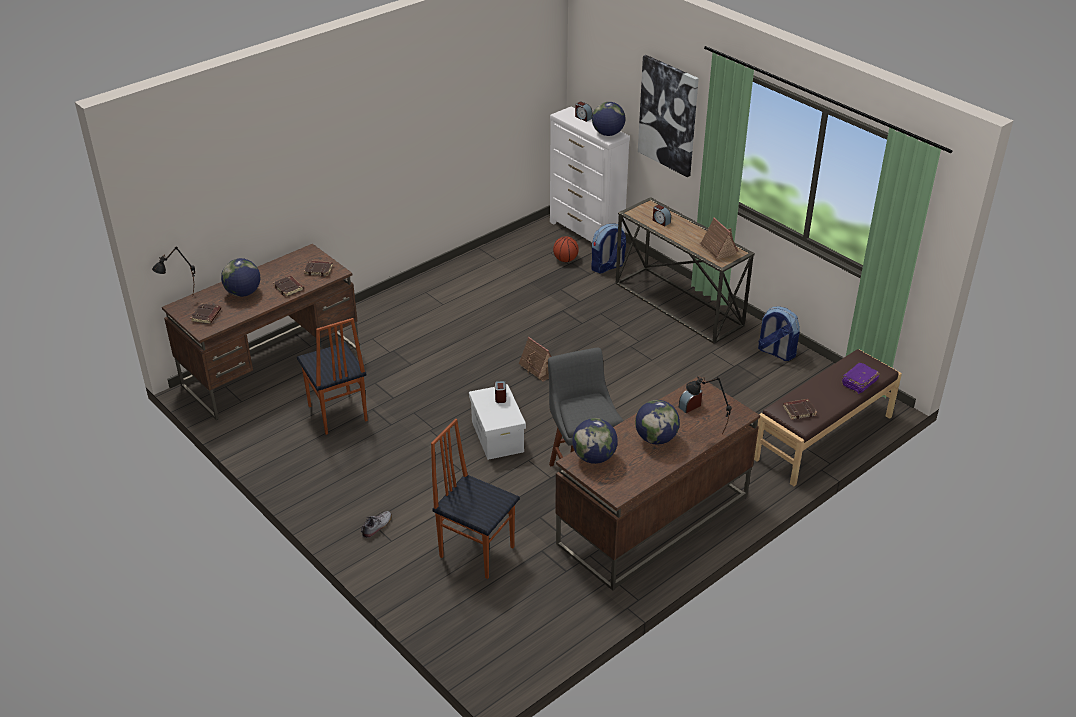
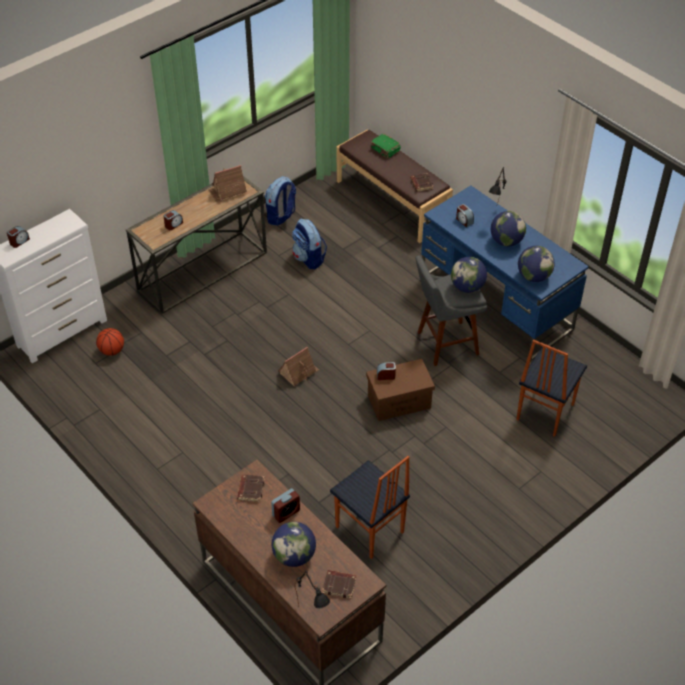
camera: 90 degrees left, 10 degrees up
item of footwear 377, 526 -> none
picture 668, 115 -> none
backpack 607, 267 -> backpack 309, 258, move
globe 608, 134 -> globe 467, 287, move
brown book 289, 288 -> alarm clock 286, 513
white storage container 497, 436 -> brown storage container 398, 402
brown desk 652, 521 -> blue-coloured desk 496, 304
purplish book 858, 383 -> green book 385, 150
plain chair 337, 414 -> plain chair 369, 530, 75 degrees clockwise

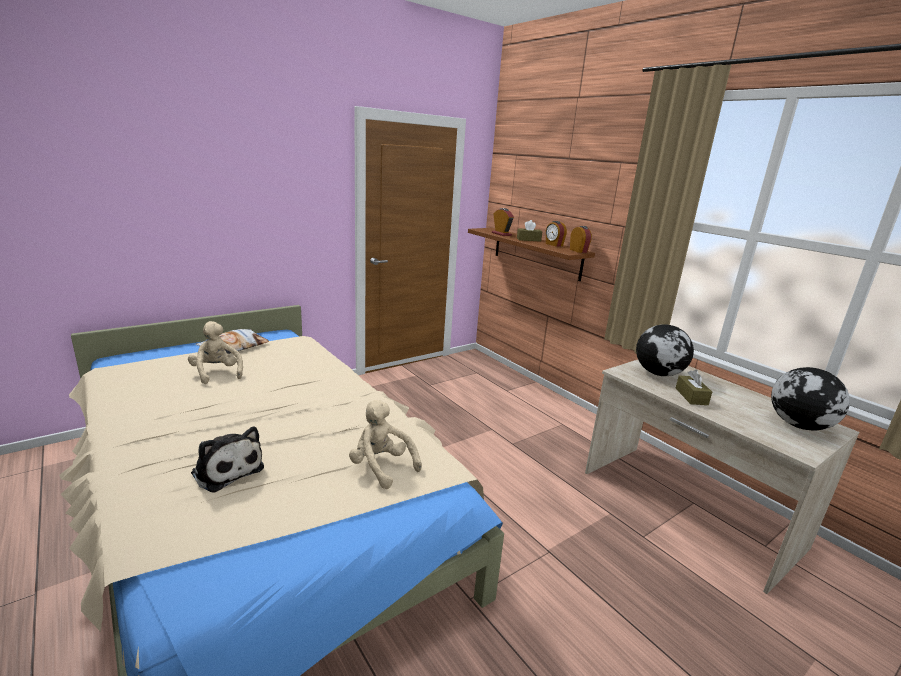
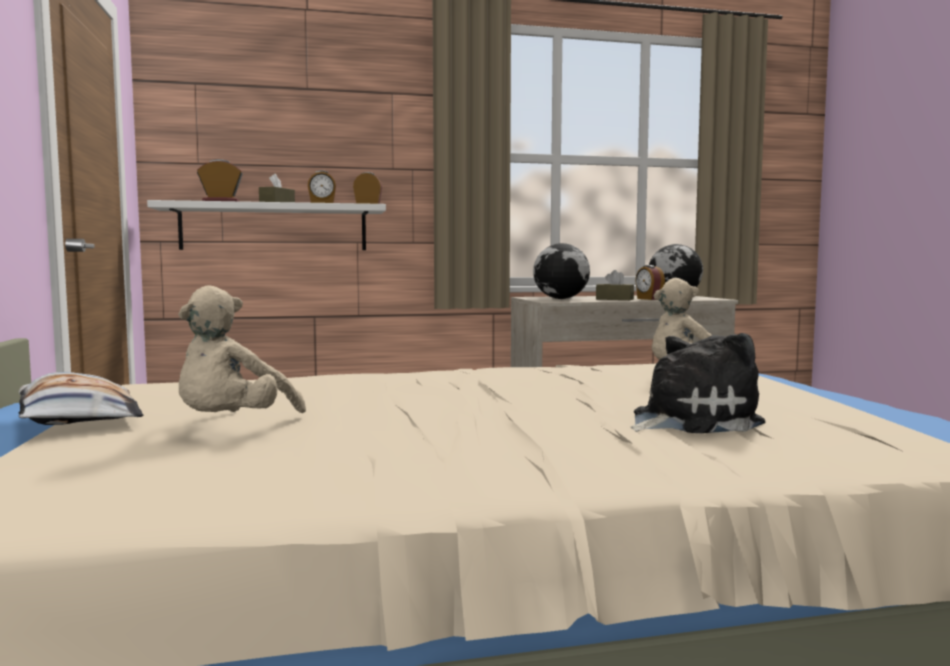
camera: 65 degrees left, 15 degrees down
none -> alarm clock 649, 299
brown wall shelf 536, 253 -> white wall shelf 274, 228
sand-coloured cuddly toy 217, 373 -> sand-coloured cuddly toy 233, 426, 60 degrees counterclockwise

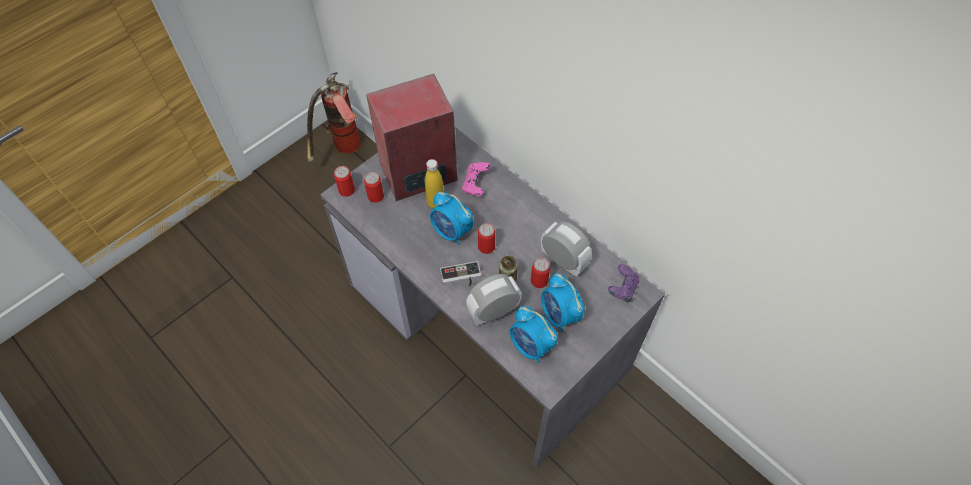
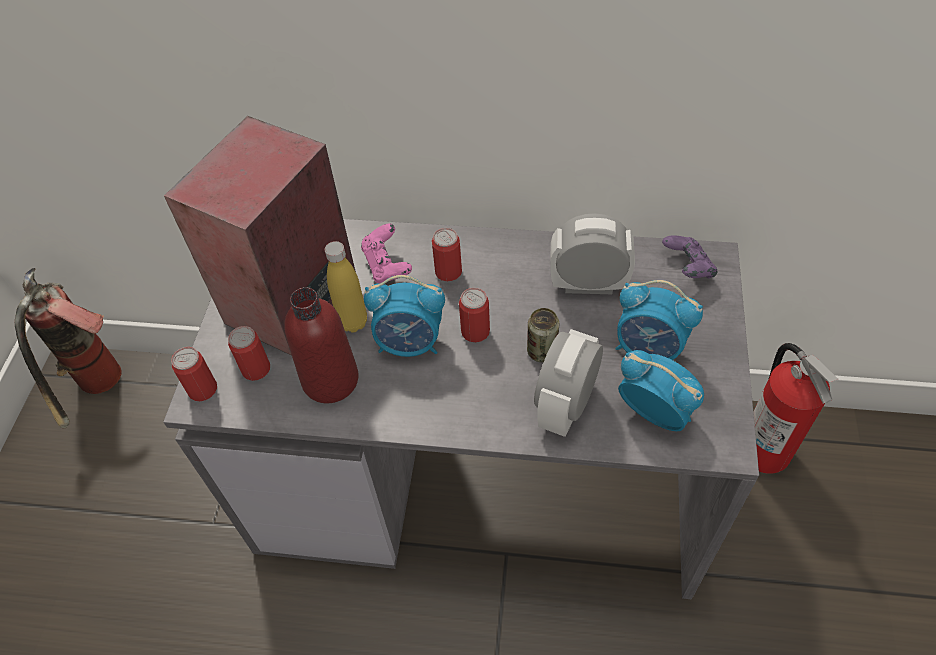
camera: 35 degrees left, 5 degrees down
game controller 461, 278 -> none
none -> reddish drink bottle 330, 380
none -> extinguisher 764, 449
can 539, 280 -> can 448, 271, move
alarm clock 531, 346 -> alarm clock 655, 412, 150 degrees counterclockwise

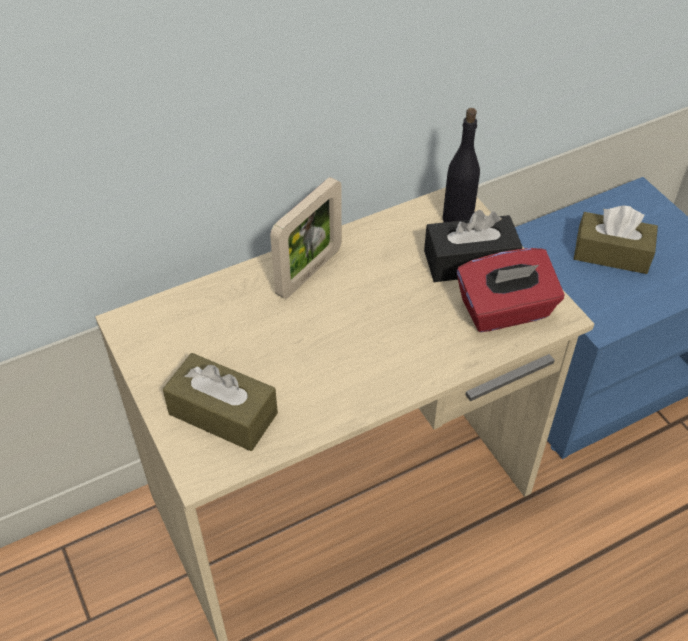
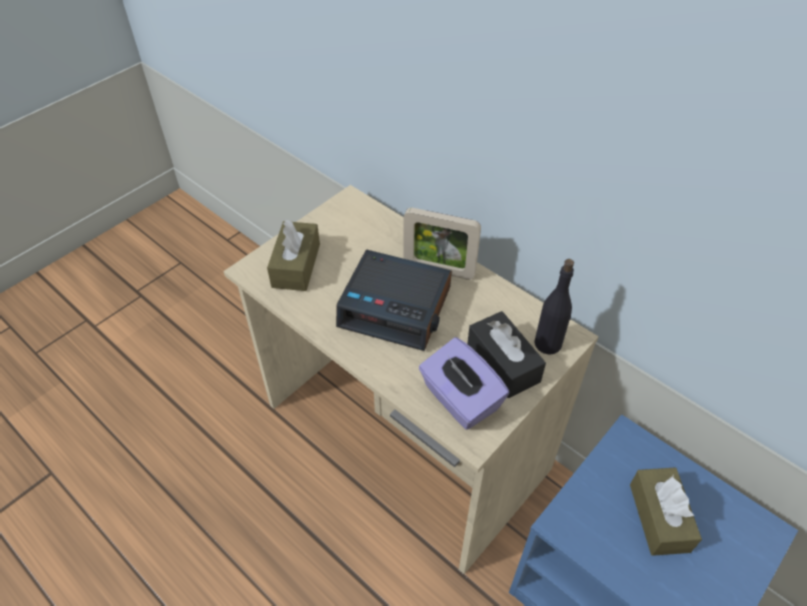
camera: 70 degrees right, 0 degrees up
none -> alarm clock 396, 307
reddish box of tissues 505, 311 -> purplish box of tissues 460, 399

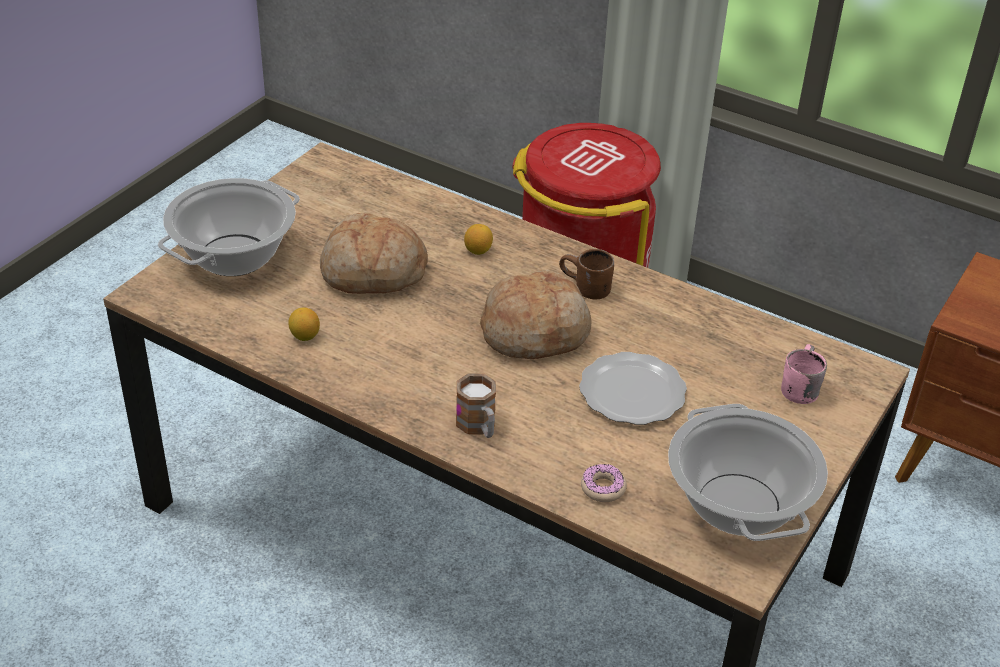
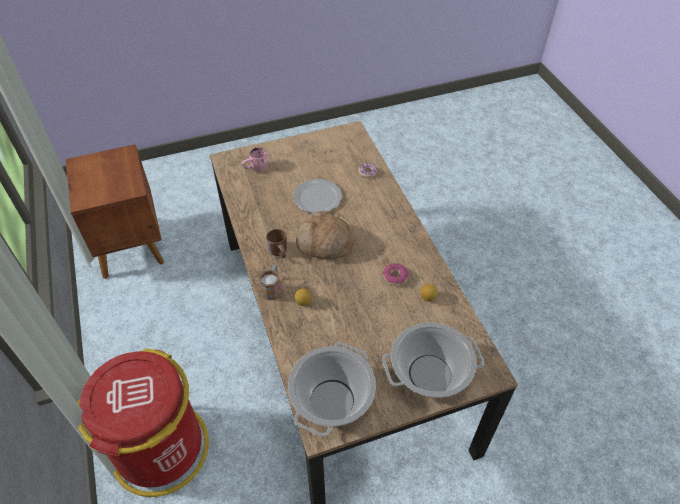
camera: 140 degrees left, 10 degrees up
bread 372, 272 -> none
none -> donut 395, 277
coffee mug 479, 426 -> coffee mug 272, 288, move
cooking pot 739, 505 -> cooking pot 332, 399, move

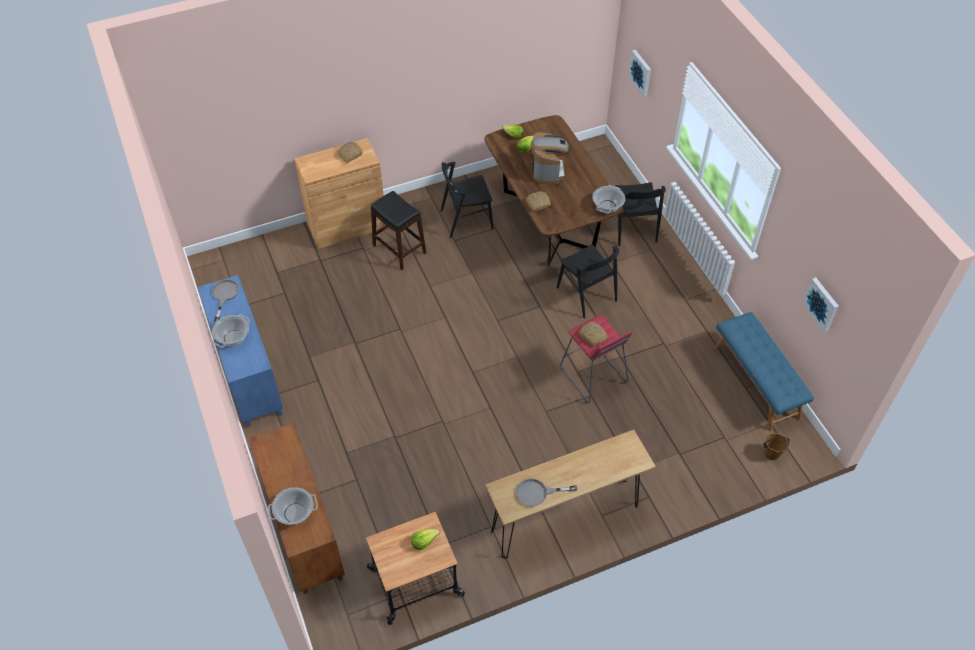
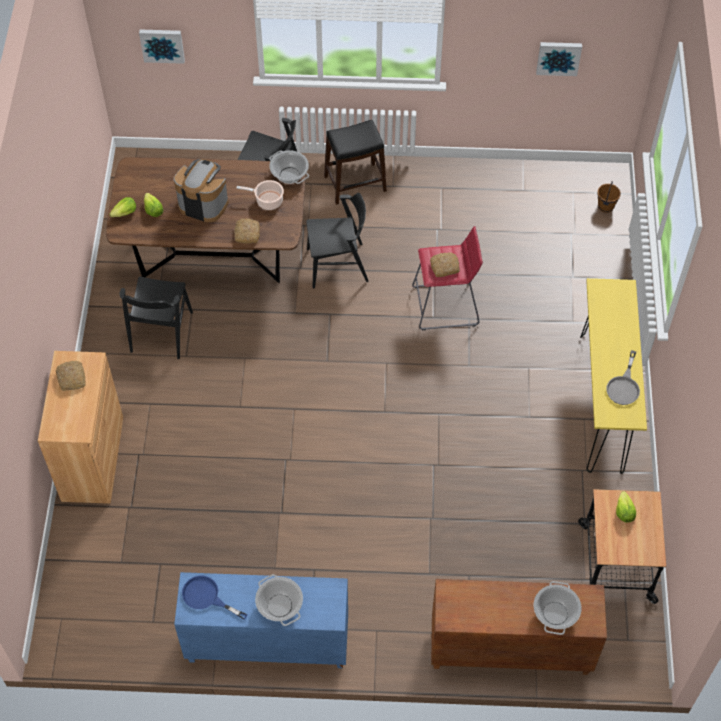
camera: 65 degrees left, 5 degrees up
blue-coloured long seat 756, 382 -> none
none -> cooking pot 267, 201
blackish sitting stool 399, 249 -> blackish sitting stool 354, 183, move
grey pan 224, 295 -> blue-coloured pan 206, 597
brown console table 565, 519 -> yellow console table 601, 402

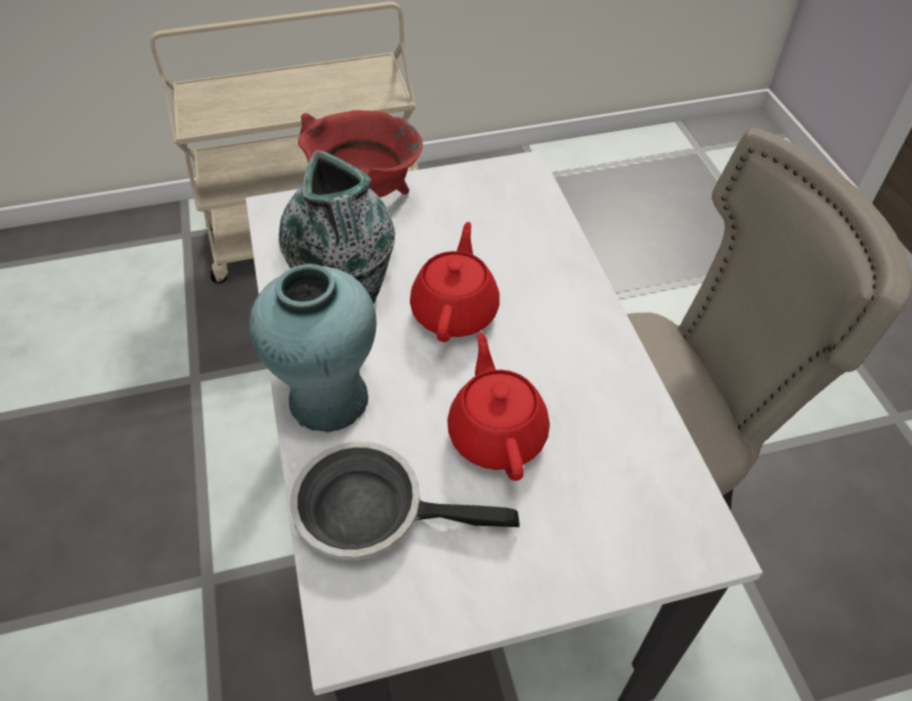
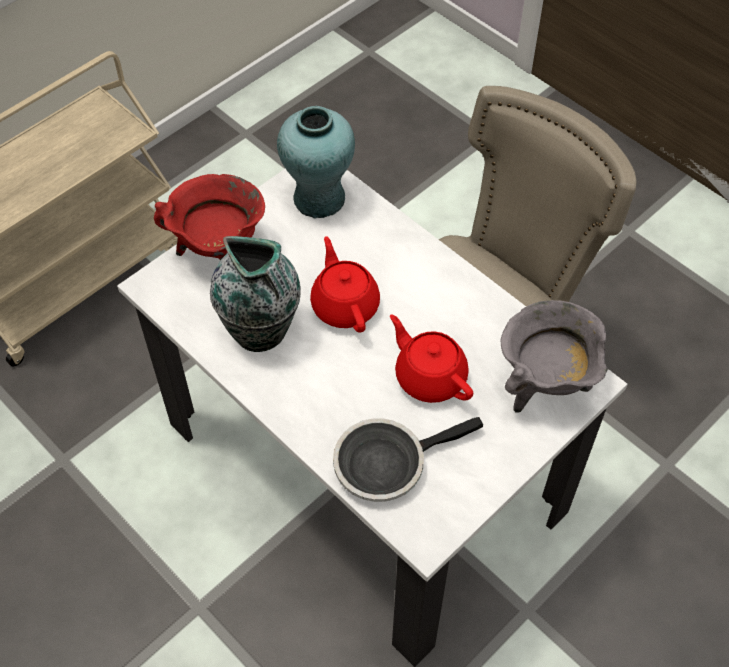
camera: 30 degrees left, 5 degrees up
none -> grey cooking pot 545, 384
blue-green vase 328, 399 -> blue-green vase 318, 198, move

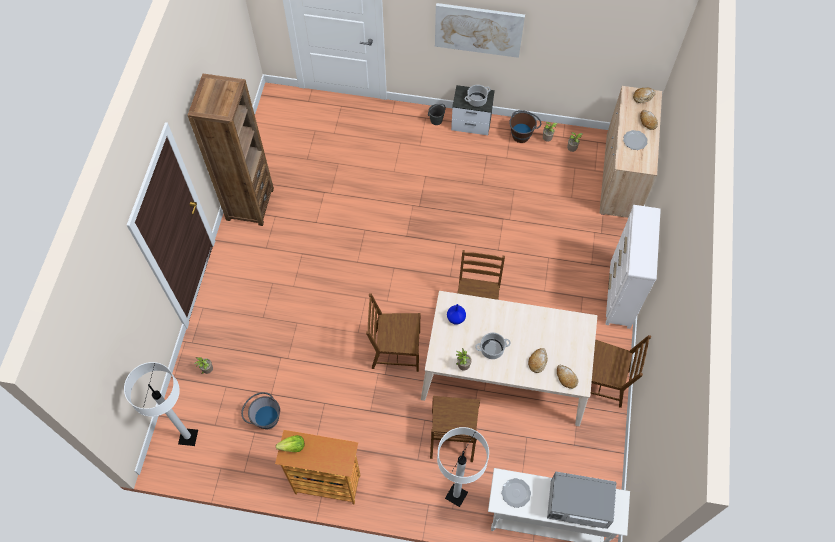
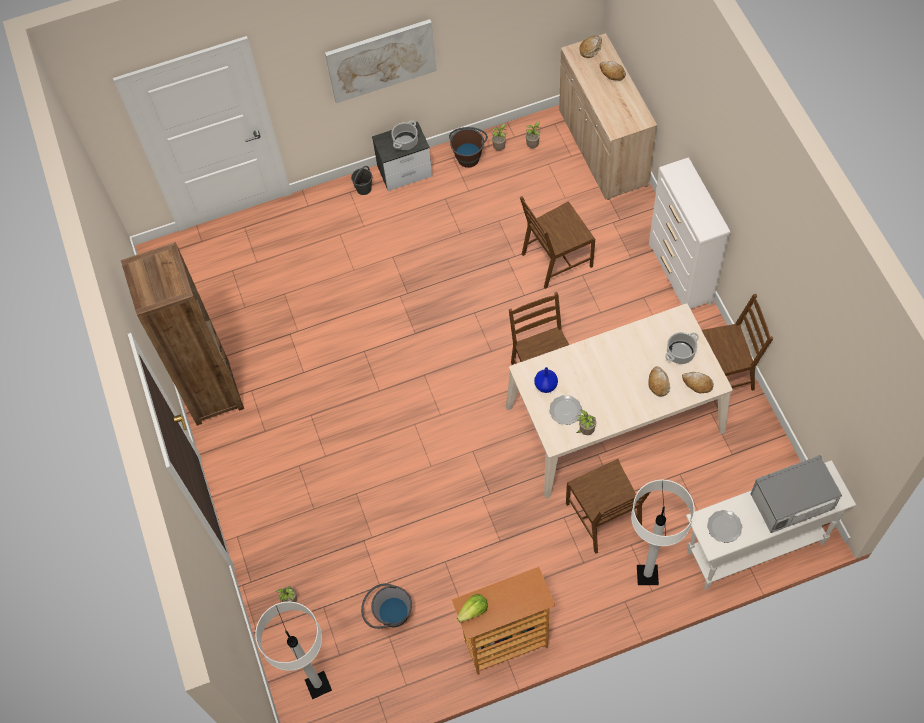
camera: 25 degrees left, 0 degrees up
brown plain chair 395, 350 -> brown plain chair 556, 260, move
cooking pot 492, 349 -> cooking pot 680, 352, move
plate 634, 140 -> plate 565, 410, move

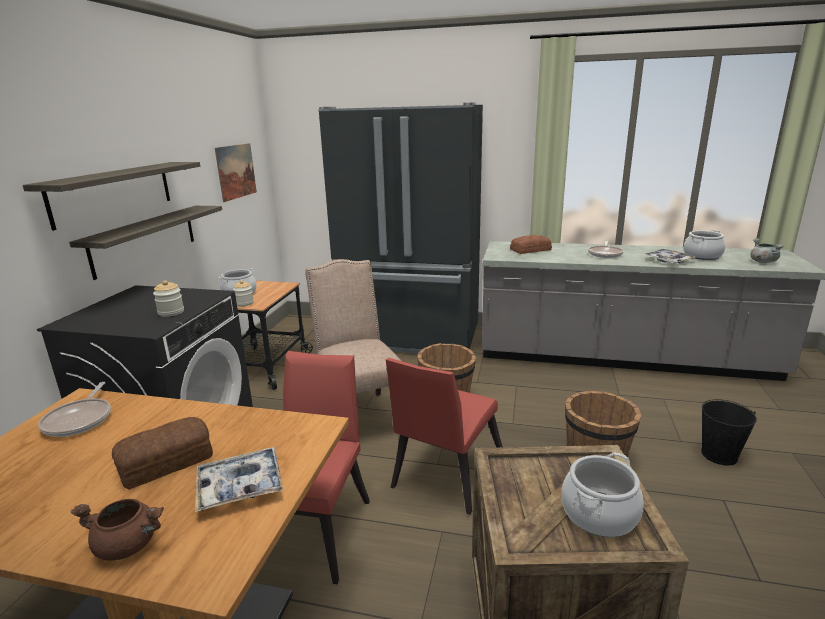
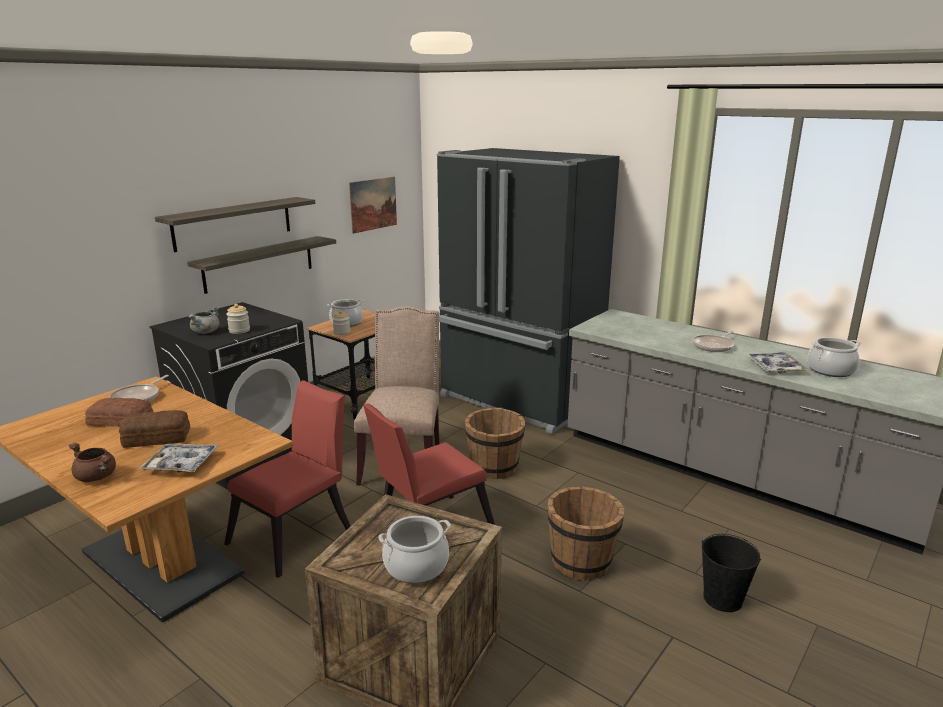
camera: 25 degrees right, 0 degrees up
bread 529, 250 -> bread 120, 420, move
grey cooking pot 762, 261 -> grey cooking pot 206, 331, move

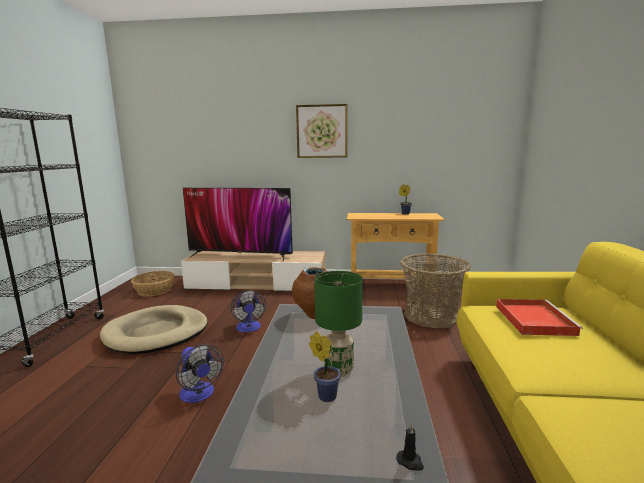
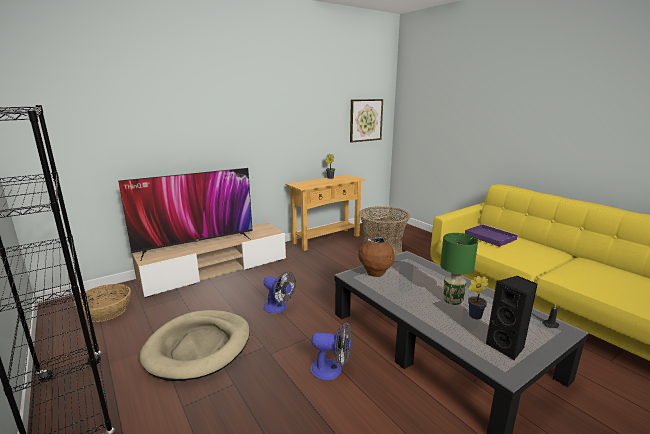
camera: 40 degrees left, 5 degrees up
none -> blackish speaker 507, 347
picture 322, 131 -> picture 366, 120, move
reddish carrying tray 533, 319 -> purplish carrying tray 489, 237

